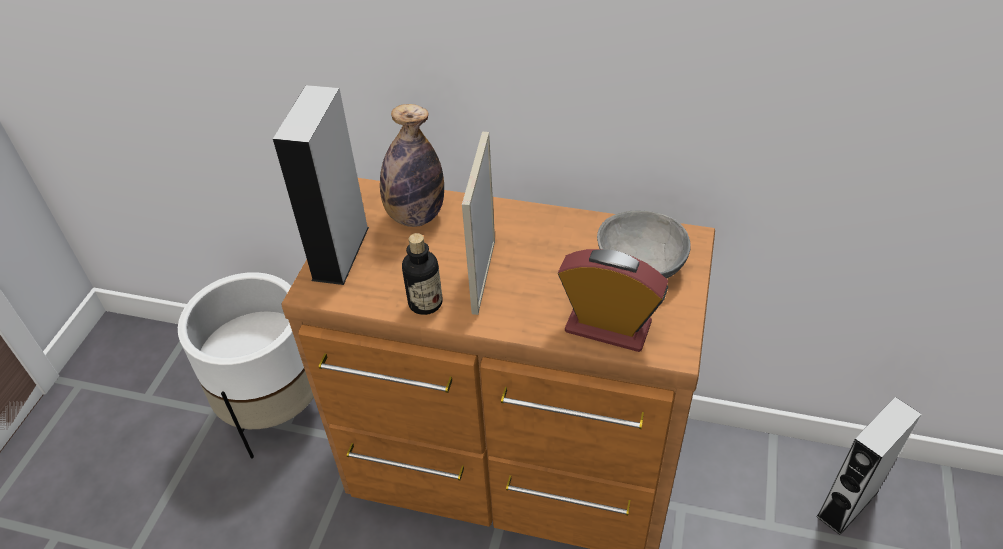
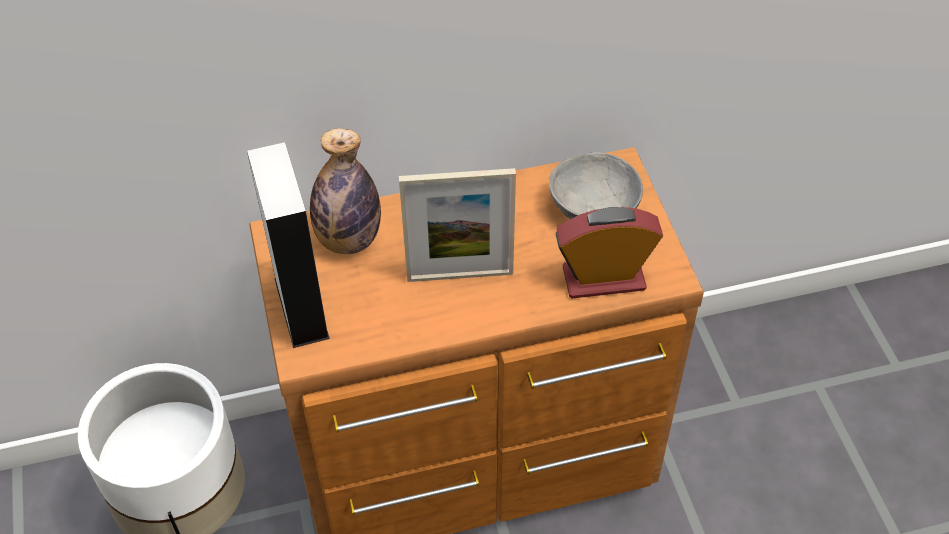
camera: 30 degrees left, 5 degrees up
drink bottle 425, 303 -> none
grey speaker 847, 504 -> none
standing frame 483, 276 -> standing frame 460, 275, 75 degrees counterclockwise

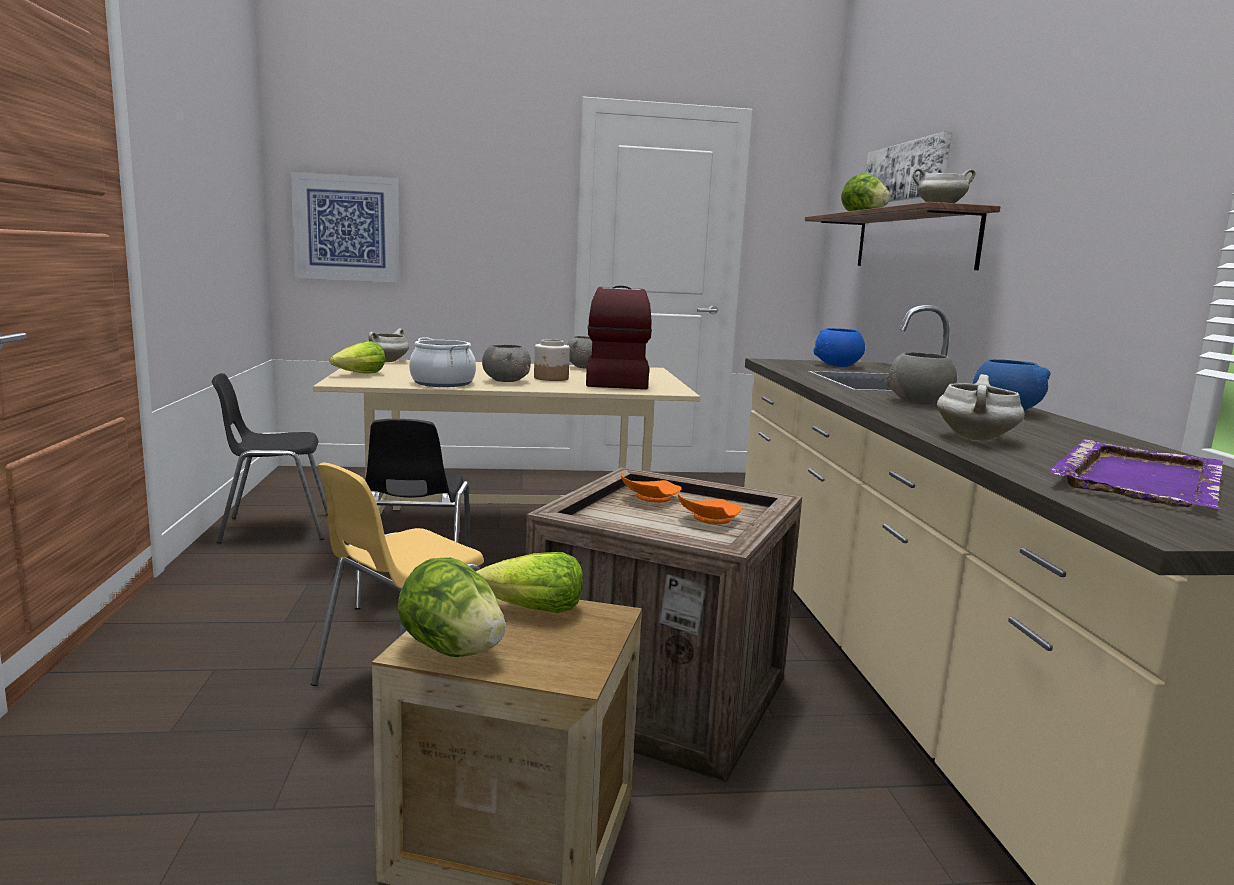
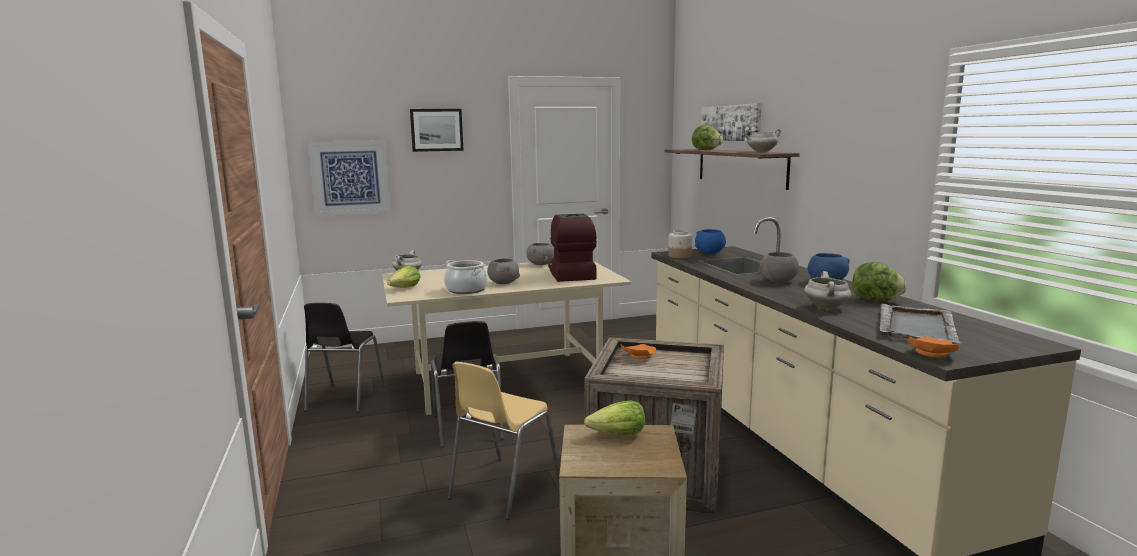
camera: 10 degrees left, 0 degrees up
none -> picture 436, 130
lettuce 451, 649 -> lettuce 876, 300, move
storage jar 551, 378 -> storage jar 680, 256, move
orangey plate 708, 520 -> orangey plate 930, 354, move
purplish carrying tray 1139, 479 -> grey carrying tray 917, 326
blackish plain chair 275, 528 -> blackish plain chair 344, 398, 60 degrees counterclockwise

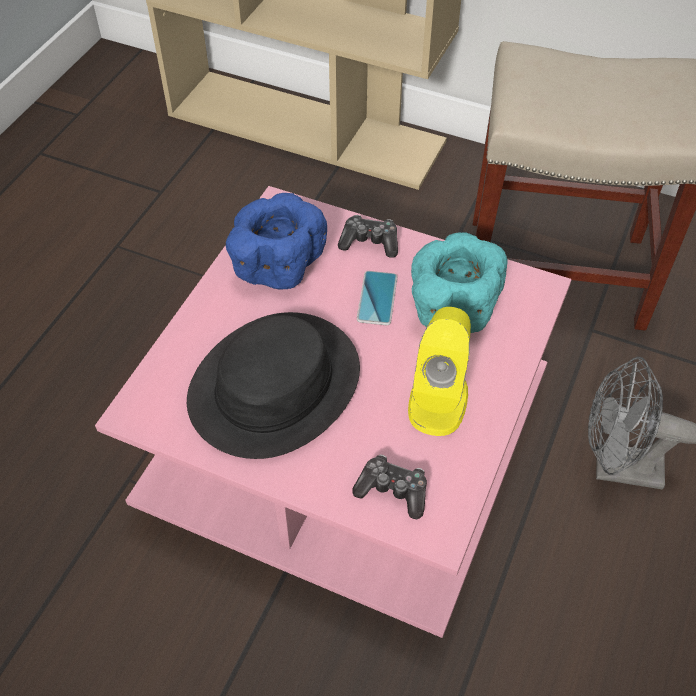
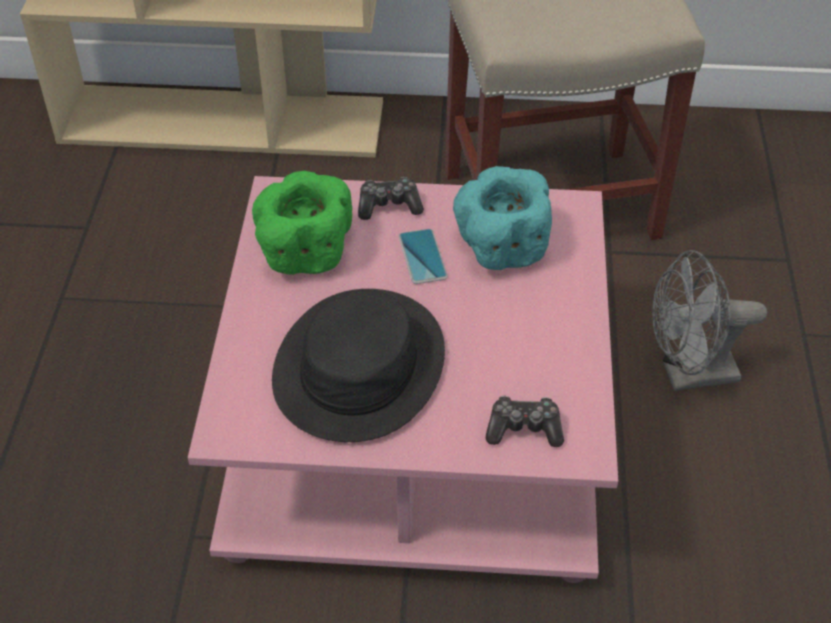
camera: 20 degrees left, 5 degrees down
yellow speaker 438, 399 -> none
blue-coloured serving bowl 277, 264 -> green serving bowl 303, 250

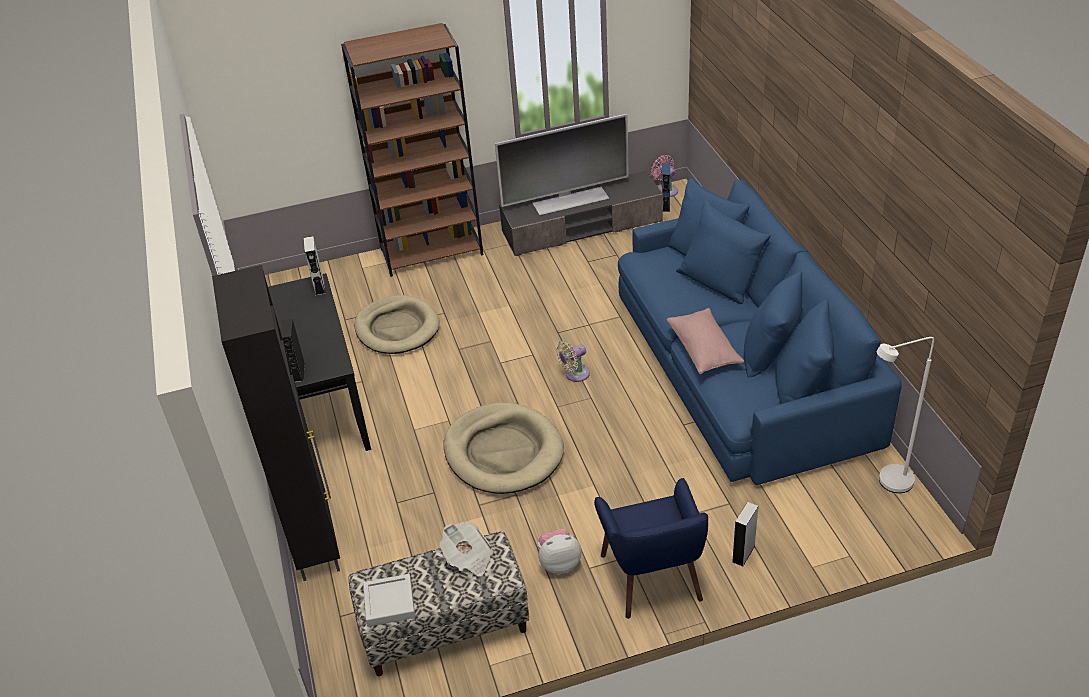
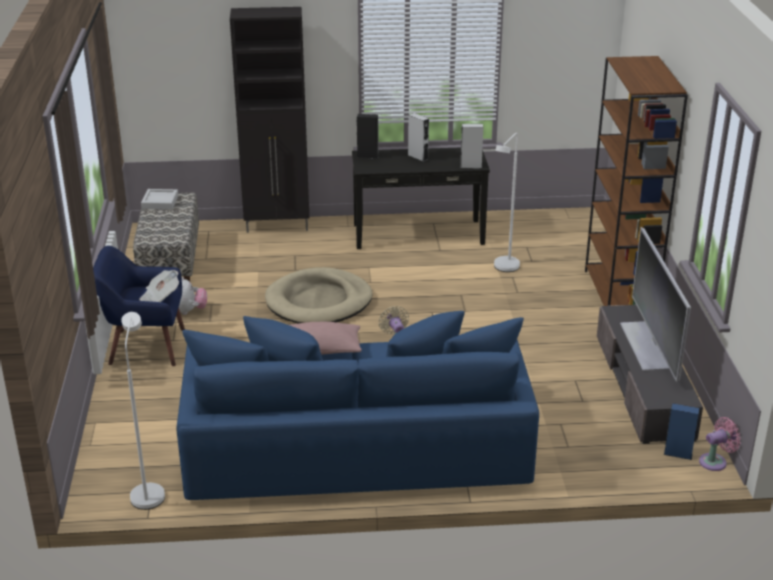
camera: 100 degrees right, 10 degrees down
daily paper 468, 558 -> daily paper 160, 297, move
grey speaker 743, 553 -> grey speaker 418, 157, move
sand-coloured dog cushion 397, 328 -> white floor lamp 504, 269

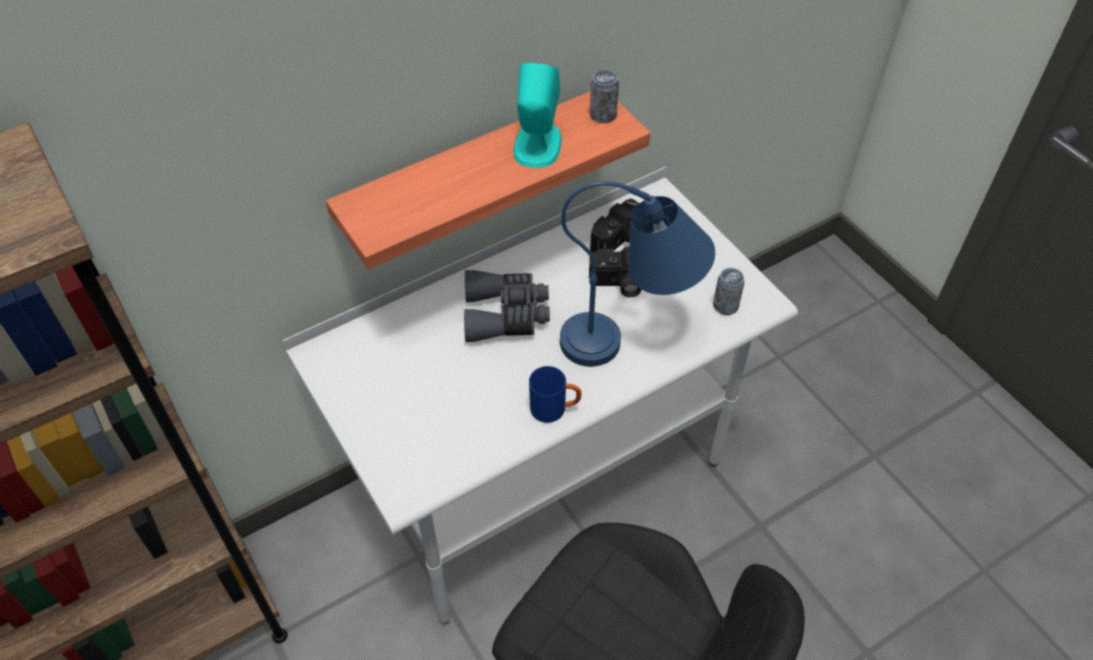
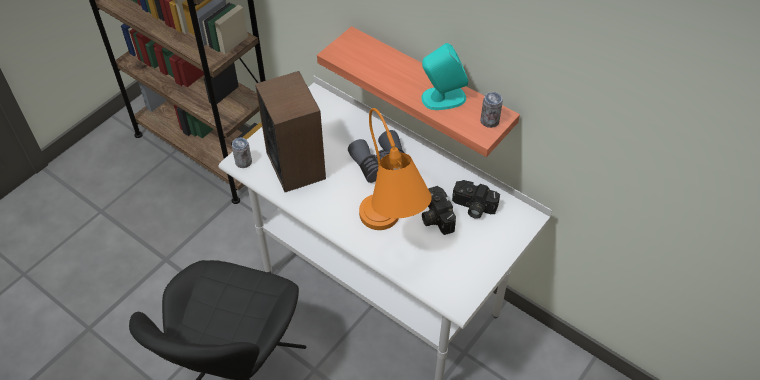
camera: 70 degrees right, 0 degrees up
blue-coloured coffee mug 555, 409 -> none
none -> speaker 296, 165
can 725, 306 -> can 243, 162, move
blue-coloured table lamp 632, 340 -> orangey table lamp 390, 235

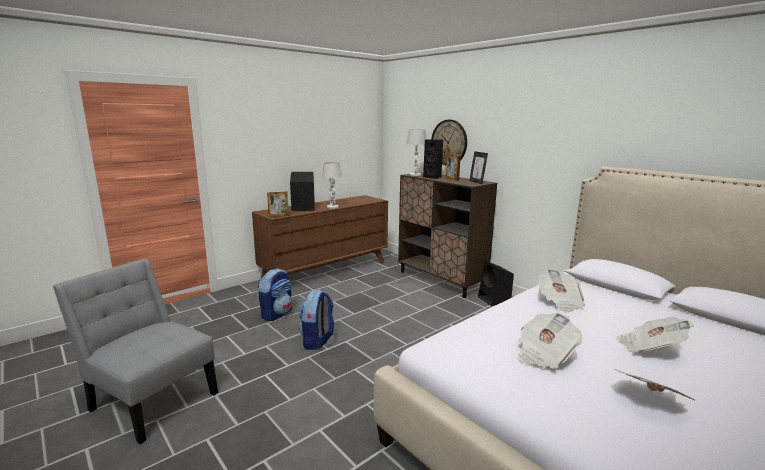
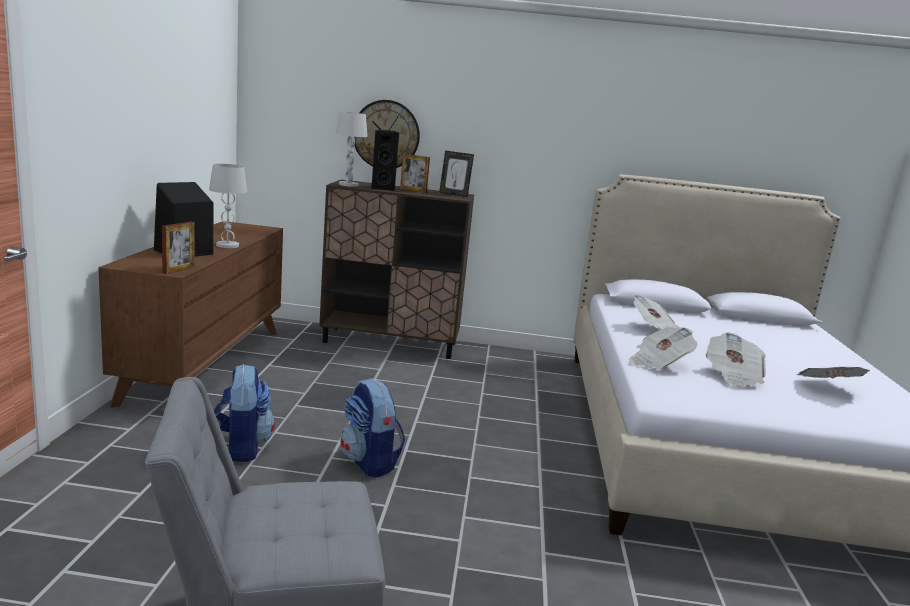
camera: 45 degrees left, 0 degrees up
blackish speaker 494, 300 -> none
daily paper 649, 348 -> daily paper 659, 363, move

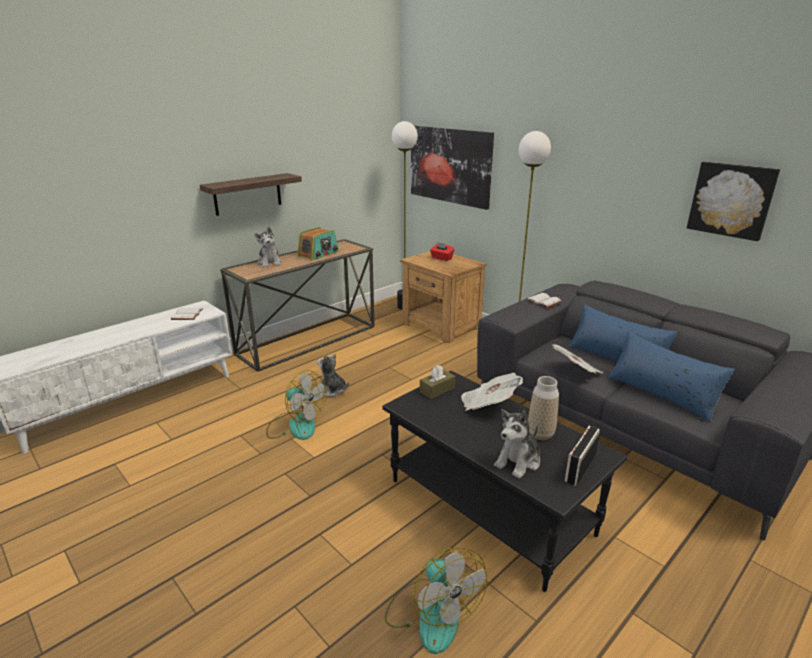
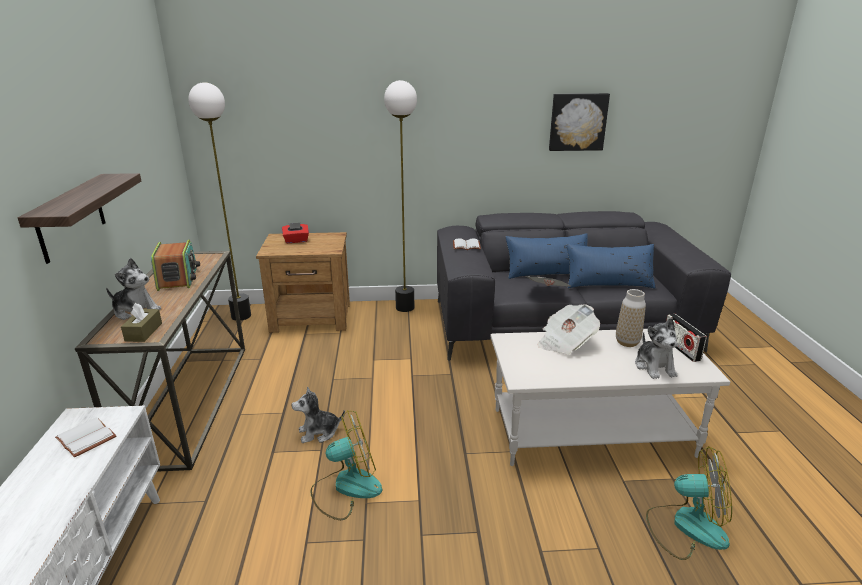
camera: 50 degrees left, 0 degrees up
picture 450, 165 -> none
brown box of tissues 437, 390 -> brown box of tissues 144, 332, move
blackish low table 491, 506 -> white low table 591, 431

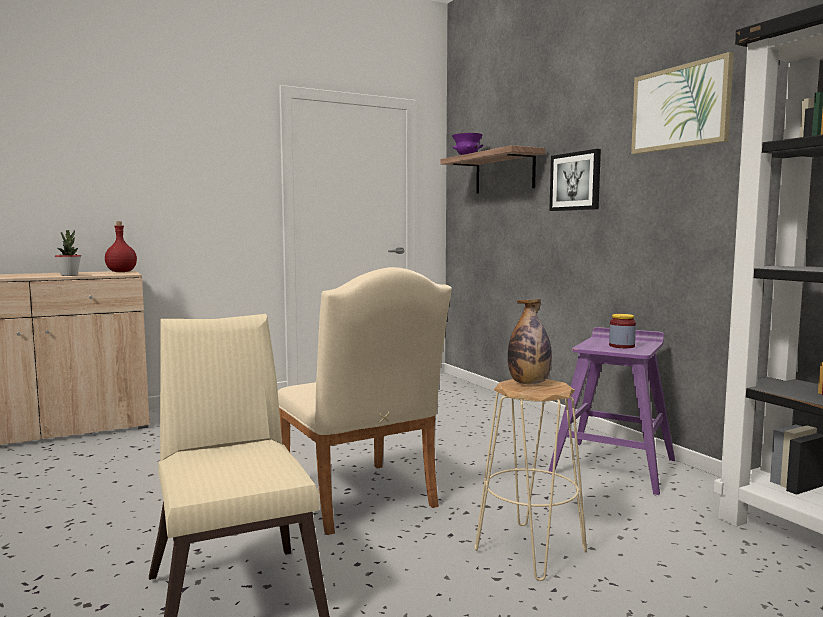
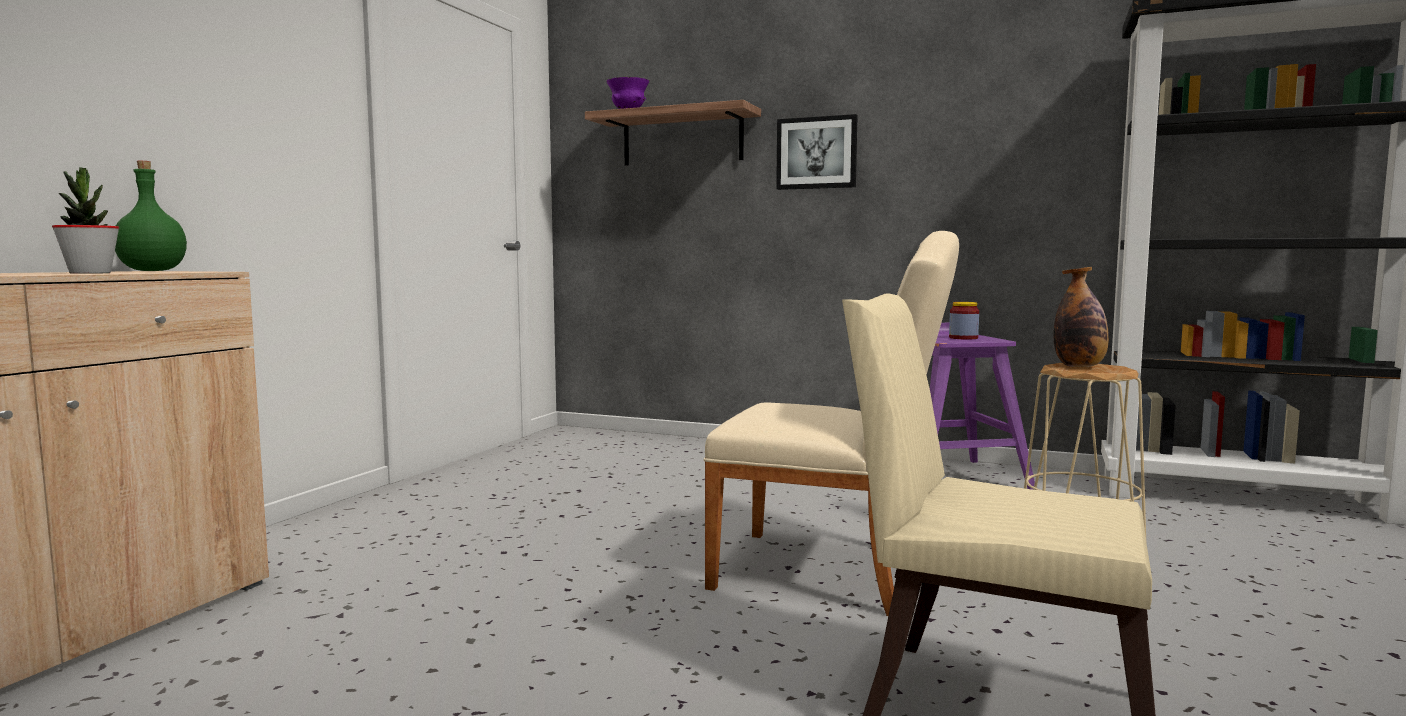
camera: 40 degrees left, 0 degrees up
picture 680, 107 -> none
reddish drink bottle 122, 272 -> green drink bottle 153, 271

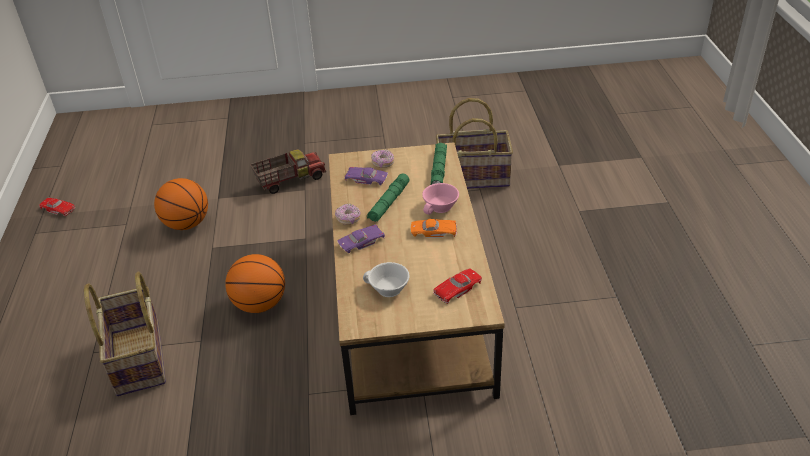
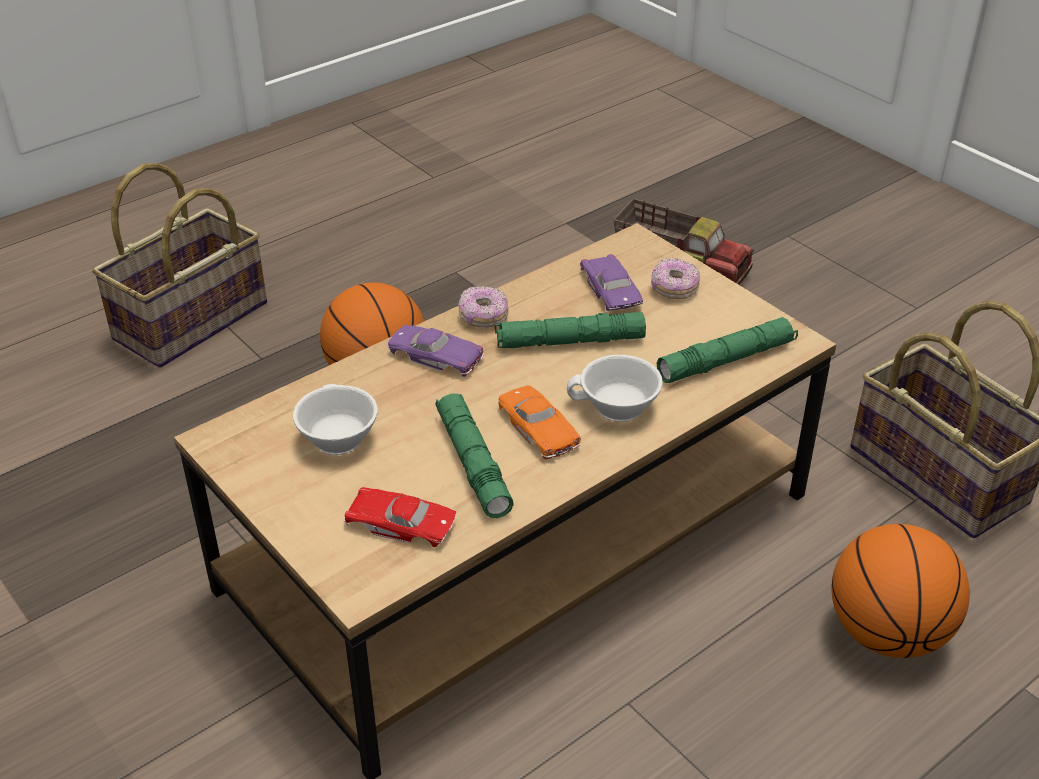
camera: 55 degrees right, 0 degrees up
reddish model car 58, 209 -> none
none -> green torch 473, 463
basketball 187, 224 -> basketball 887, 633, move
pink small cup 441, 207 -> white small cup 616, 408

